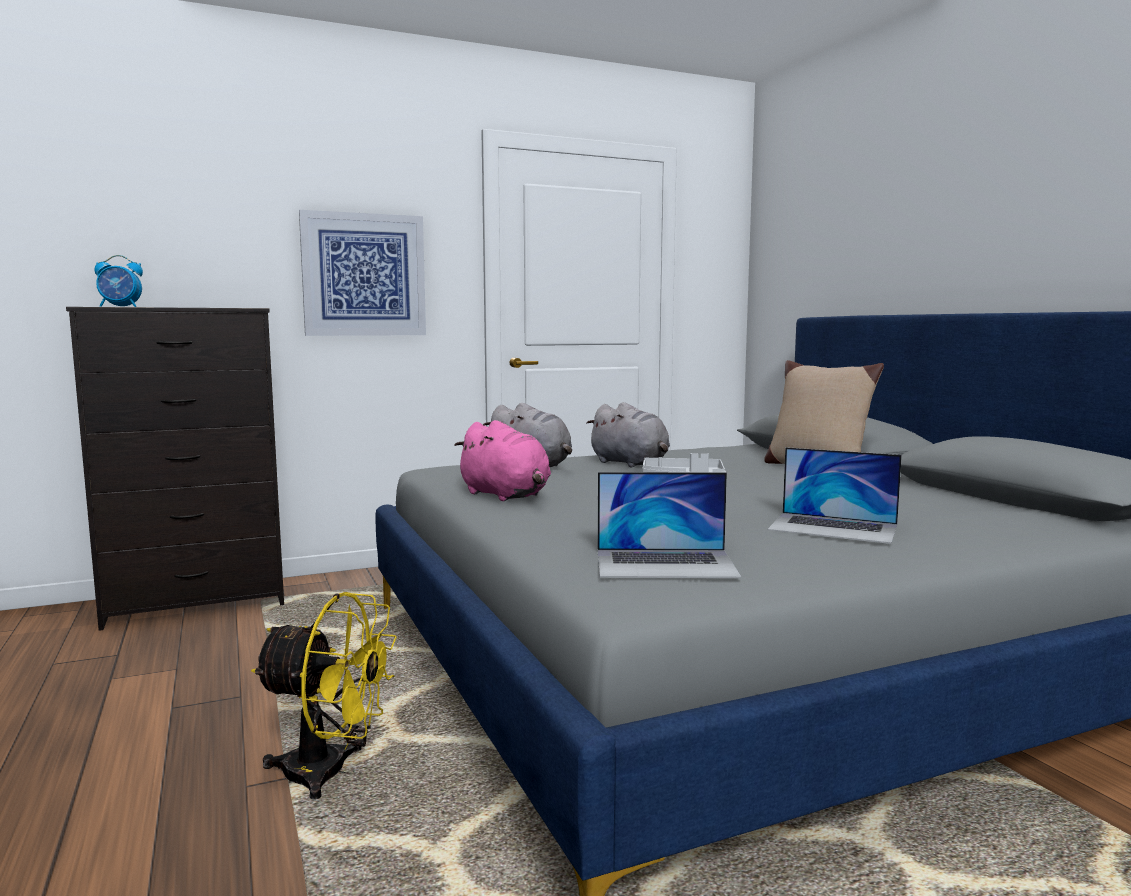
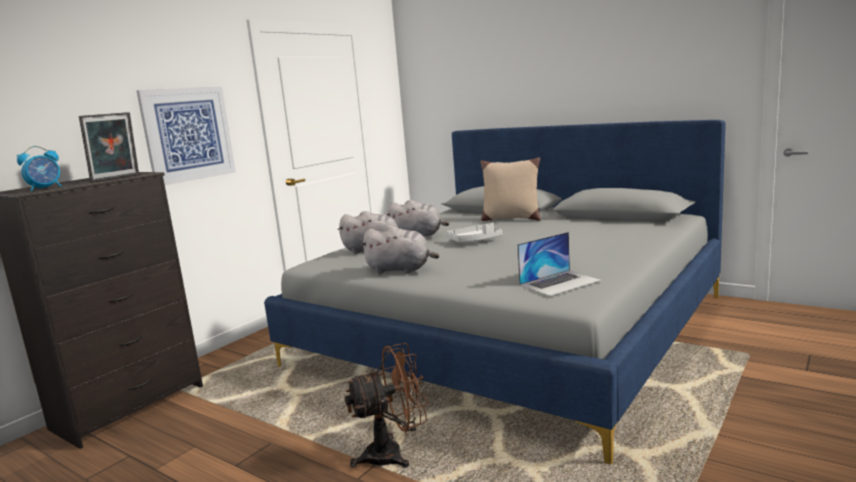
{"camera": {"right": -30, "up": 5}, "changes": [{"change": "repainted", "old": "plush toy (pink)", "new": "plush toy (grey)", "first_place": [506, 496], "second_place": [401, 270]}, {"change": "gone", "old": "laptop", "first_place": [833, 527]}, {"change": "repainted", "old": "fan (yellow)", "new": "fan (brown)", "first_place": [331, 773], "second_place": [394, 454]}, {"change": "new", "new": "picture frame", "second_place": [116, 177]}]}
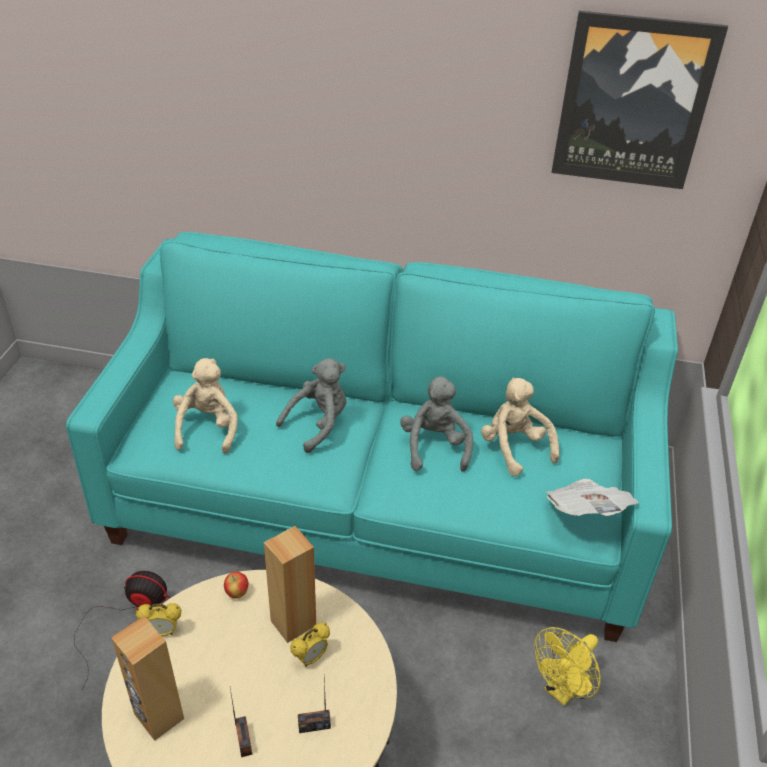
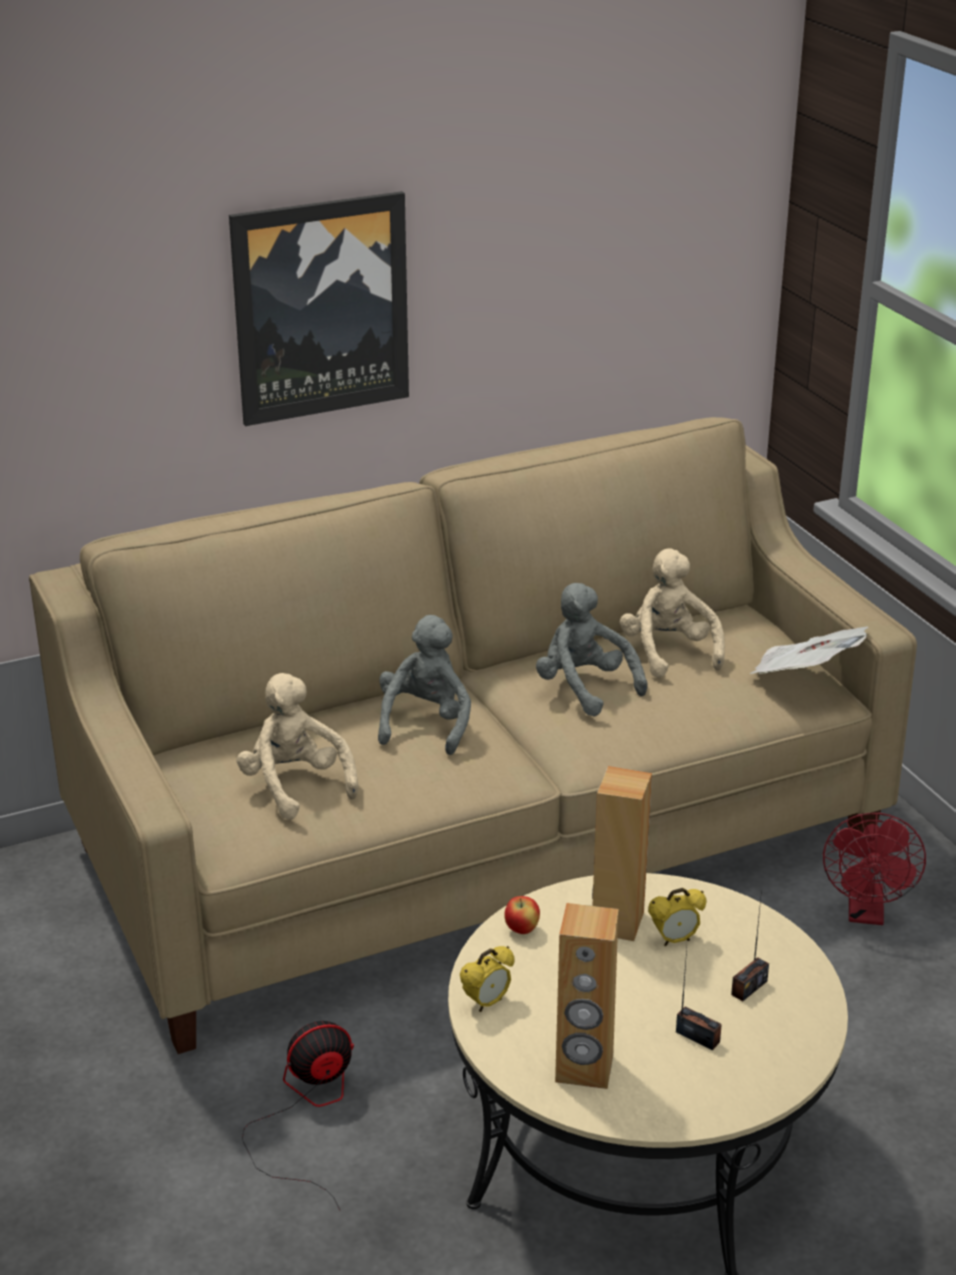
{"camera": {"right": -35, "up": -10}, "changes": [{"change": "shifted", "old": "picture", "first_place": [633, 102], "second_place": [320, 307]}, {"change": "repainted", "old": "sofa (turquoise)", "new": "sofa (beige)", "first_place": [379, 503], "second_place": [477, 844]}, {"change": "rotated", "old": "plush toy (beige)", "first_place": [514, 448], "second_place": [668, 652], "degrees": 45}, {"change": "rotated", "old": "alarm clock", "first_place": [311, 658], "second_place": [675, 940], "degrees": 60}, {"change": "repainted", "old": "fan (yellow)", "new": "fan (red)", "first_place": [562, 690], "second_place": [866, 913]}]}
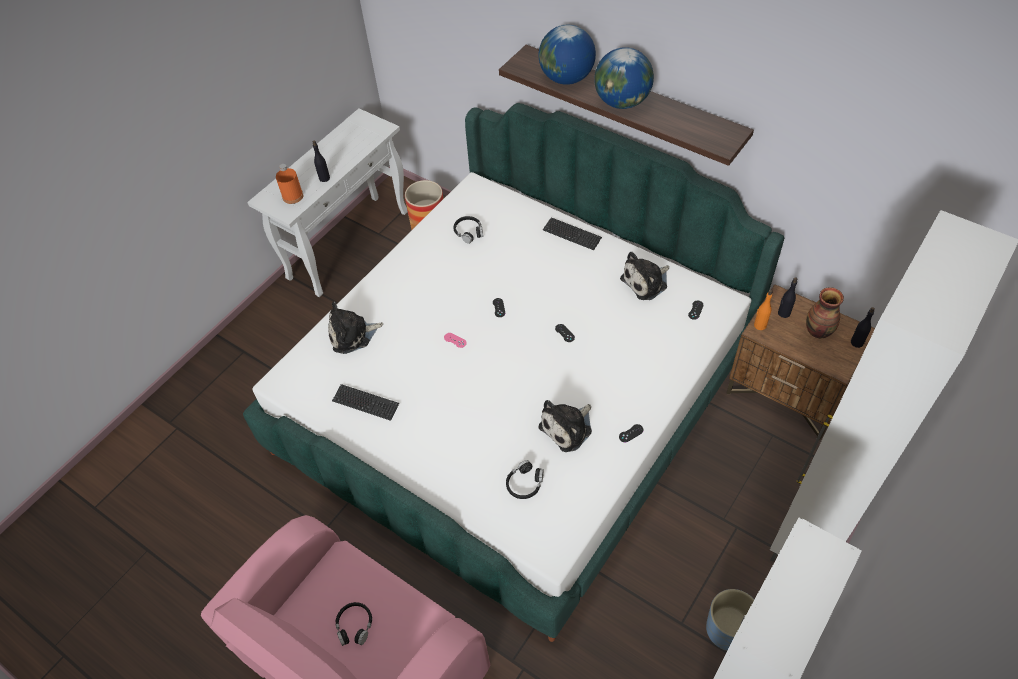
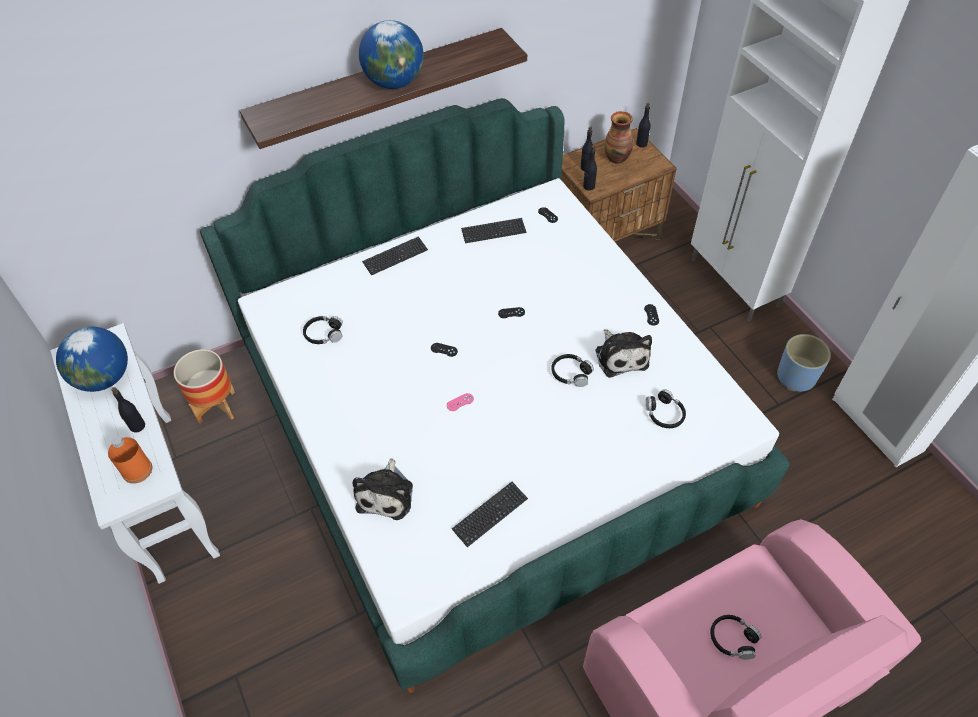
{"camera": {"right": -65, "up": 0}, "changes": [{"change": "shifted", "old": "globe", "first_place": [566, 78], "second_place": [104, 378]}, {"change": "swapped", "old": "plush toy", "new": "keyboard", "first_place": [646, 282], "second_place": [493, 231]}, {"change": "repainted", "old": "bottle (orange)", "new": "bottle (black)", "first_place": [759, 325], "second_place": [588, 186]}, {"change": "new", "new": "headphones (black)", "second_place": [571, 373]}]}
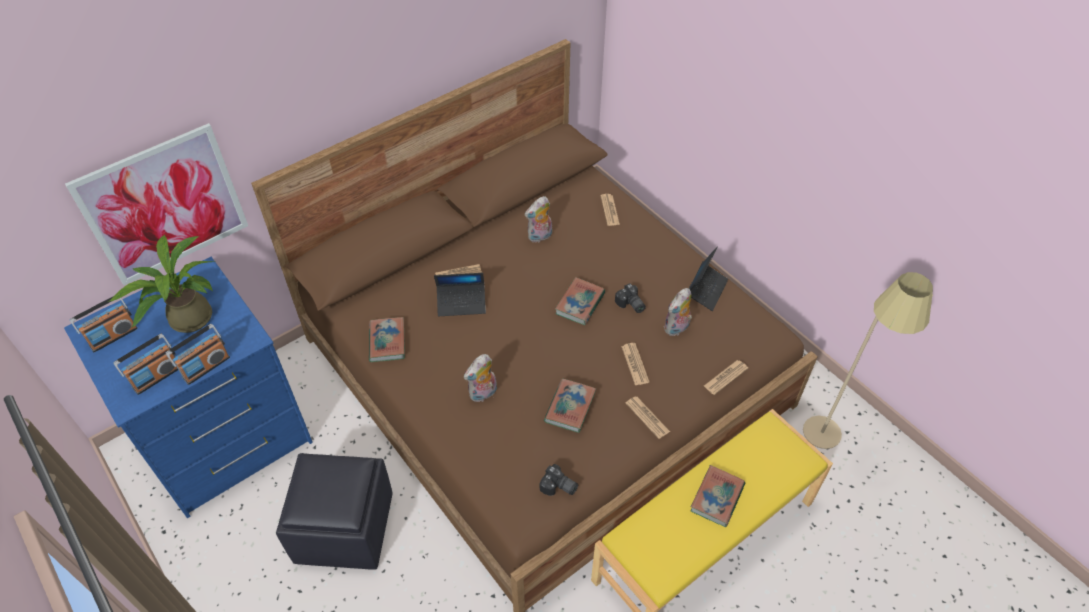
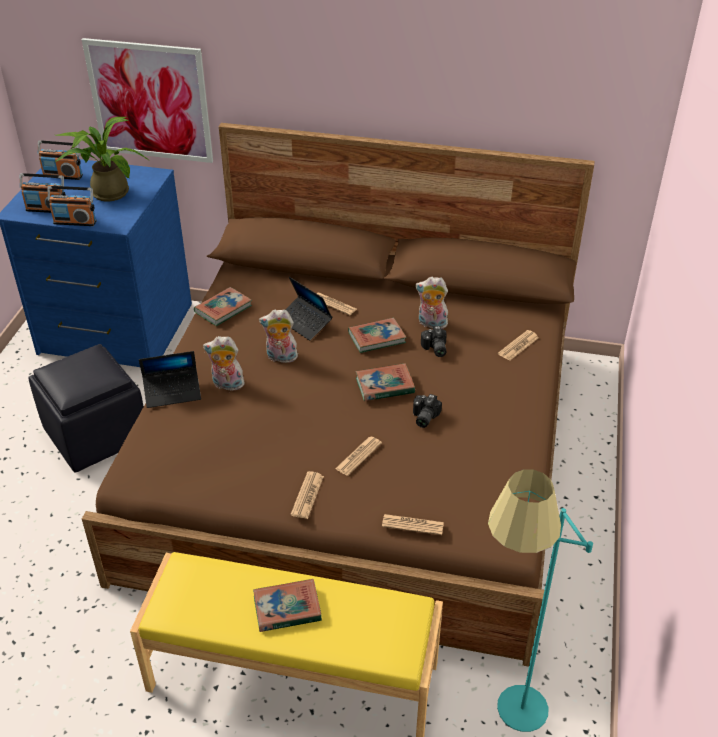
{"camera": {"right": 50, "up": -10}, "changes": [{"change": "shifted", "old": "laptop", "first_place": [706, 289], "second_place": [172, 392]}, {"change": "repainted", "old": "floor lamp (beige)", "new": "floor lamp (turquoise)", "first_place": [825, 447], "second_place": [506, 722]}, {"change": "shifted", "old": "plush toy", "first_place": [677, 328], "second_place": [280, 358]}, {"change": "shifted", "old": "book", "first_place": [570, 407], "second_place": [377, 338]}, {"change": "shifted", "old": "photo camera", "first_place": [558, 487], "second_place": [434, 349]}]}
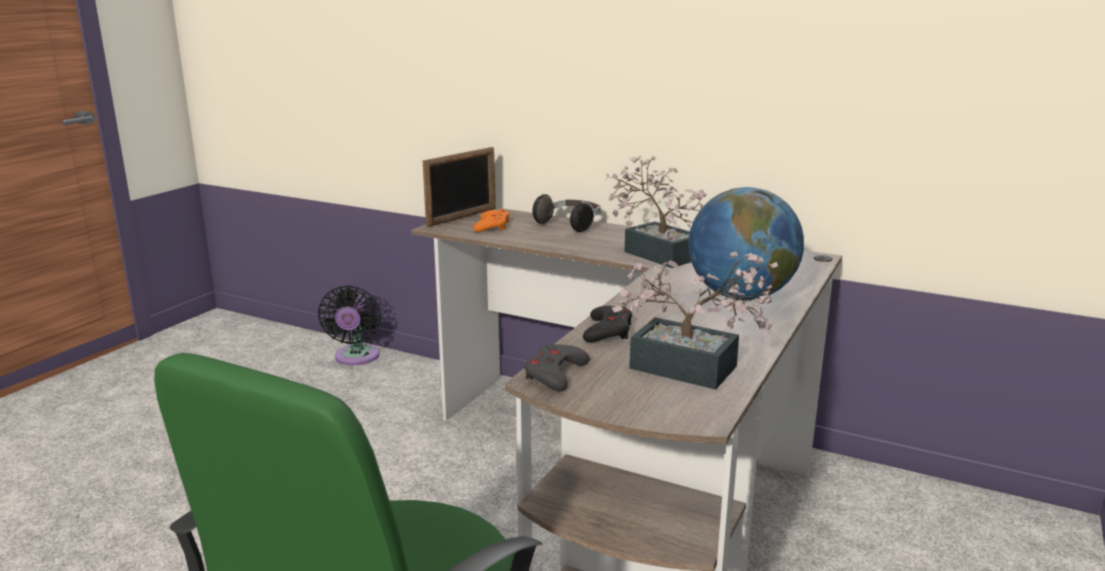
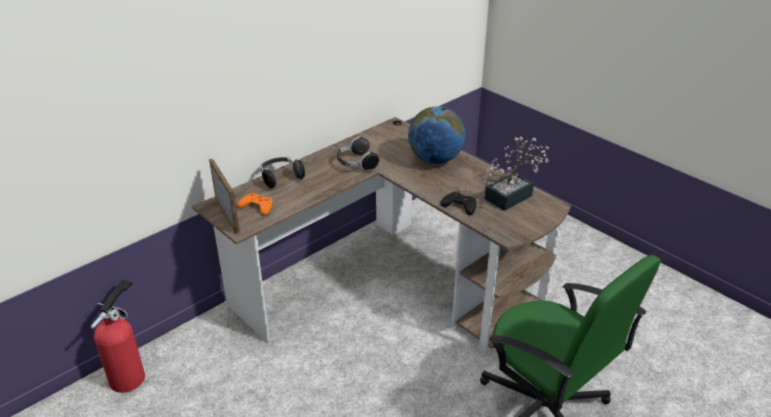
{"camera": {"right": -70, "up": 15}, "changes": [{"change": "swapped", "old": "potted plant", "new": "headphones", "first_place": [656, 253], "second_place": [356, 164]}, {"change": "swapped", "old": "fan (black)", "new": "fire extinguisher", "first_place": [356, 358], "second_place": [129, 376]}, {"change": "gone", "old": "game controller (grey)", "first_place": [555, 373]}]}
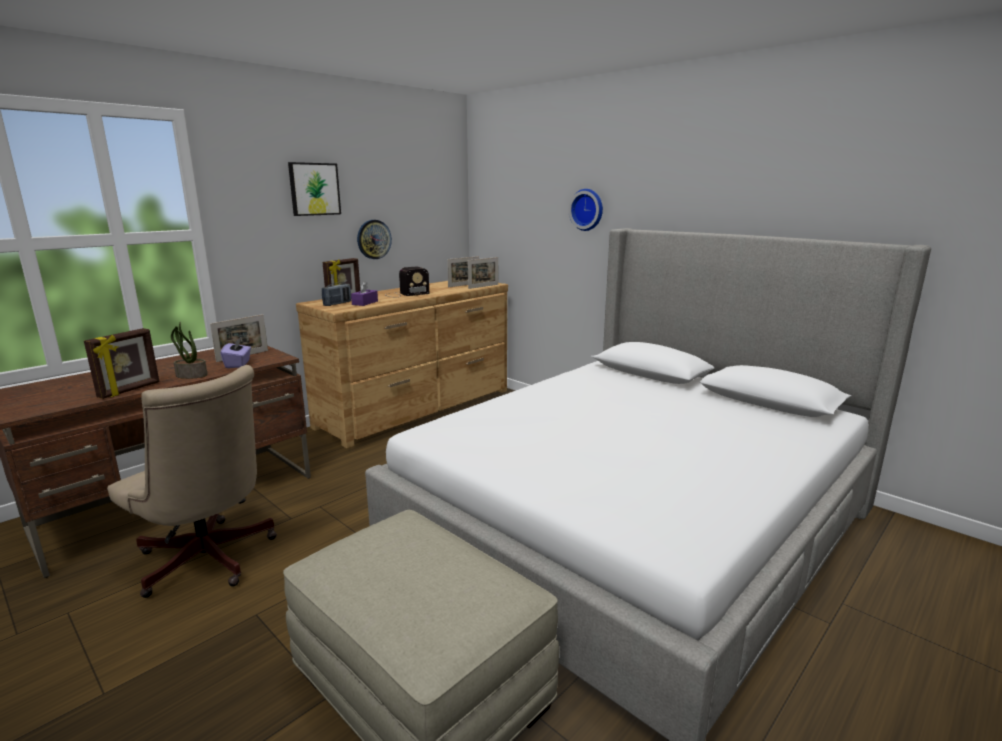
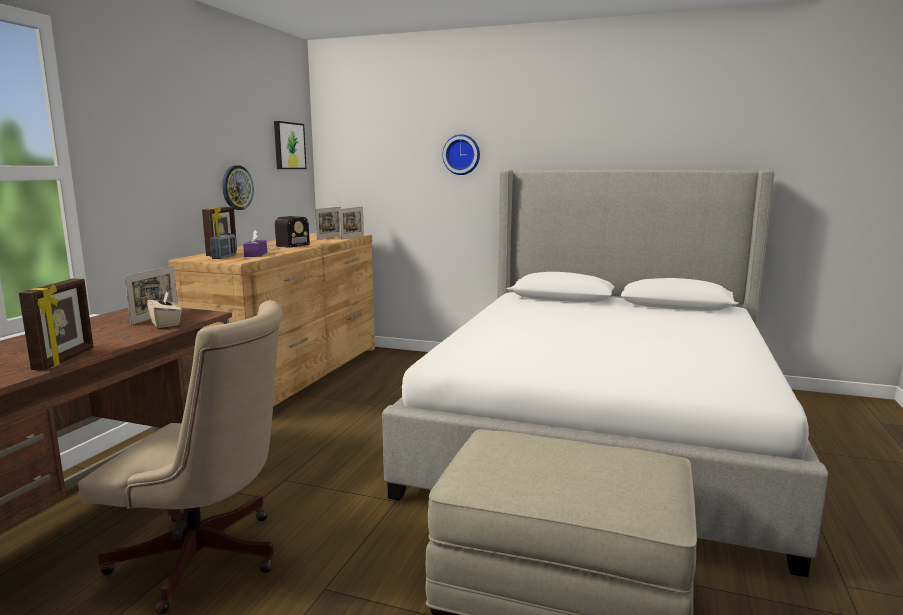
{"camera": {"right": -25, "up": -5}, "changes": [{"change": "shifted", "old": "picture", "first_place": [314, 189], "second_place": [288, 146]}, {"change": "gone", "old": "potted plant", "first_place": [191, 375]}, {"change": "repainted", "old": "tissue box (purple)", "new": "tissue box (beige)", "first_place": [238, 364], "second_place": [166, 323]}]}
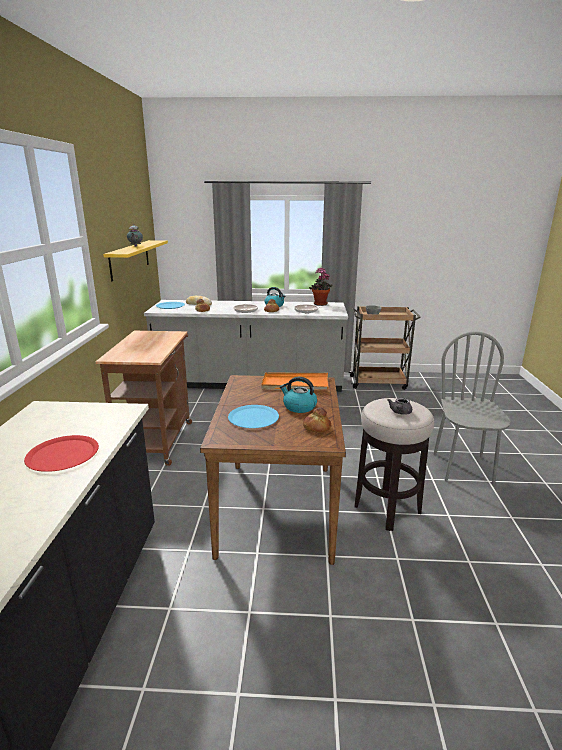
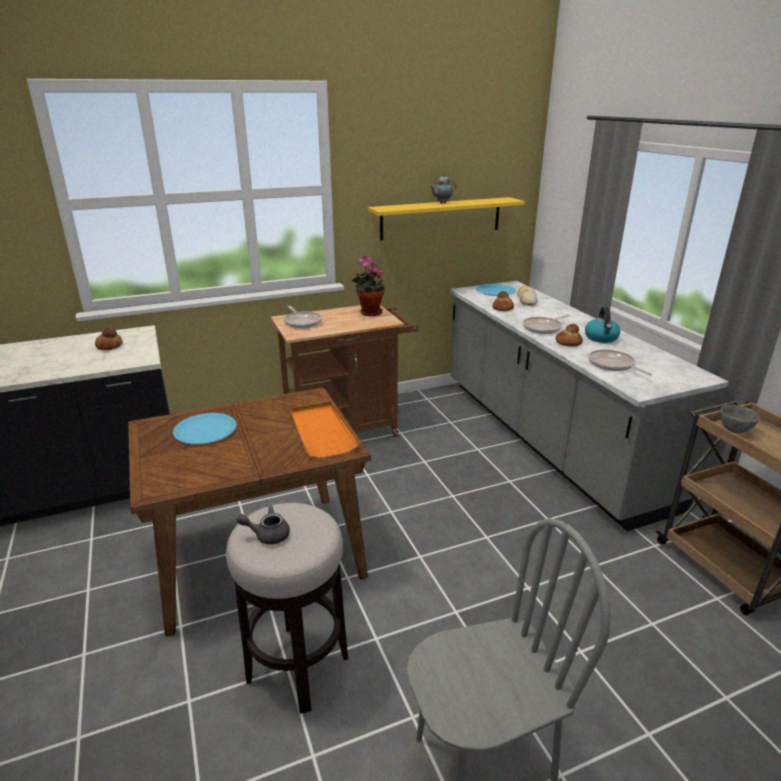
{"camera": {"right": 65, "up": 5}, "changes": [{"change": "shifted", "old": "potted plant", "first_place": [320, 304], "second_place": [369, 313]}, {"change": "gone", "old": "kettle", "first_place": [299, 407]}, {"change": "shifted", "old": "bread", "first_place": [316, 427], "second_place": [109, 346]}, {"change": "gone", "old": "plate (red)", "first_place": [63, 454]}, {"change": "new", "new": "frying pan", "second_place": [302, 322]}]}
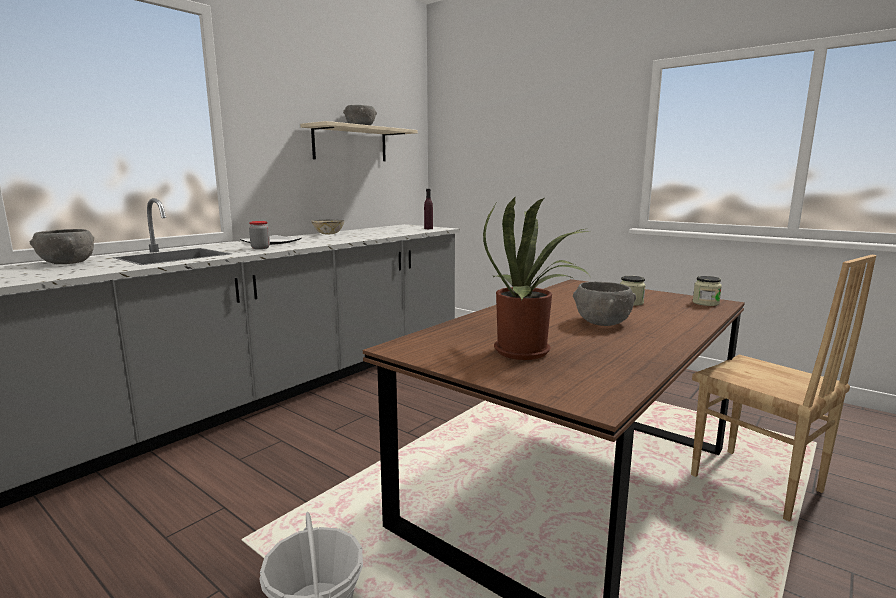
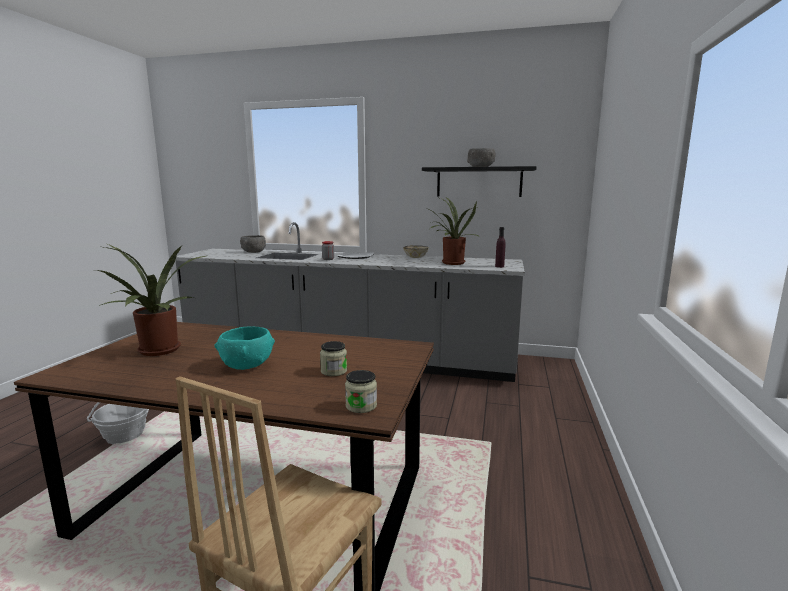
{"camera": {"right": 65, "up": 0}, "changes": [{"change": "repainted", "old": "shelf (beige)", "new": "shelf (black)", "first_place": [350, 144], "second_place": [479, 182]}, {"change": "repainted", "old": "bowl (grey)", "new": "bowl (turquoise)", "first_place": [602, 322], "second_place": [247, 365]}, {"change": "new", "new": "potted plant", "second_place": [451, 263]}]}
